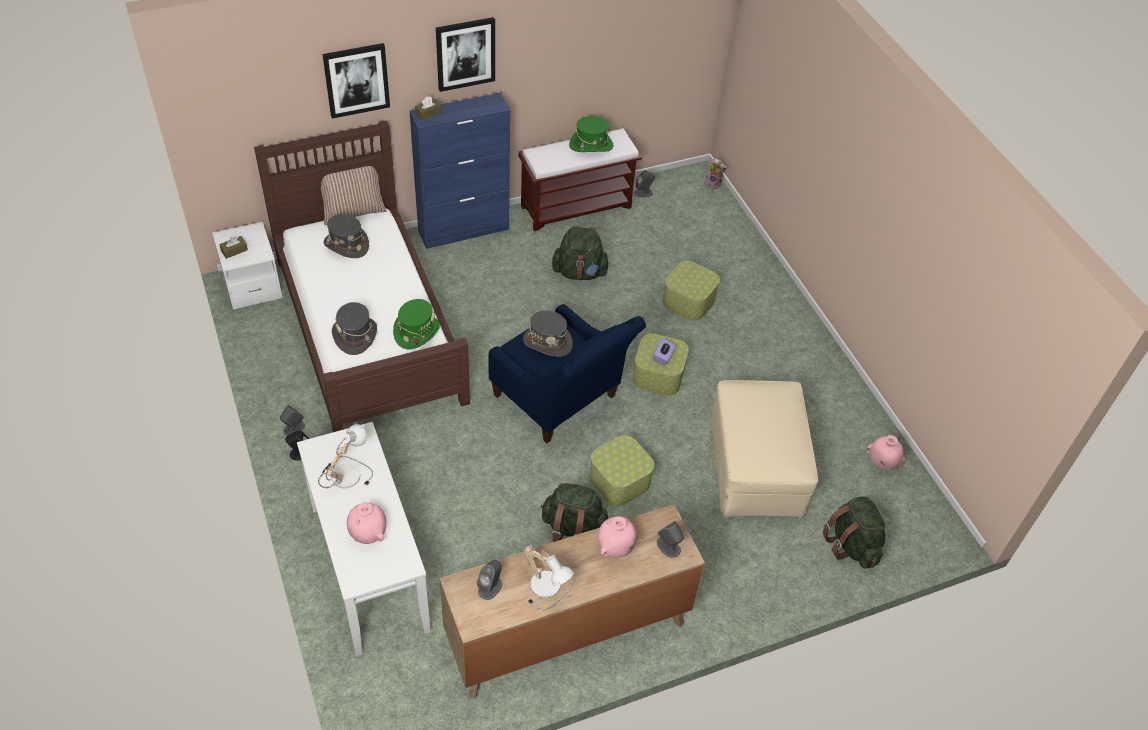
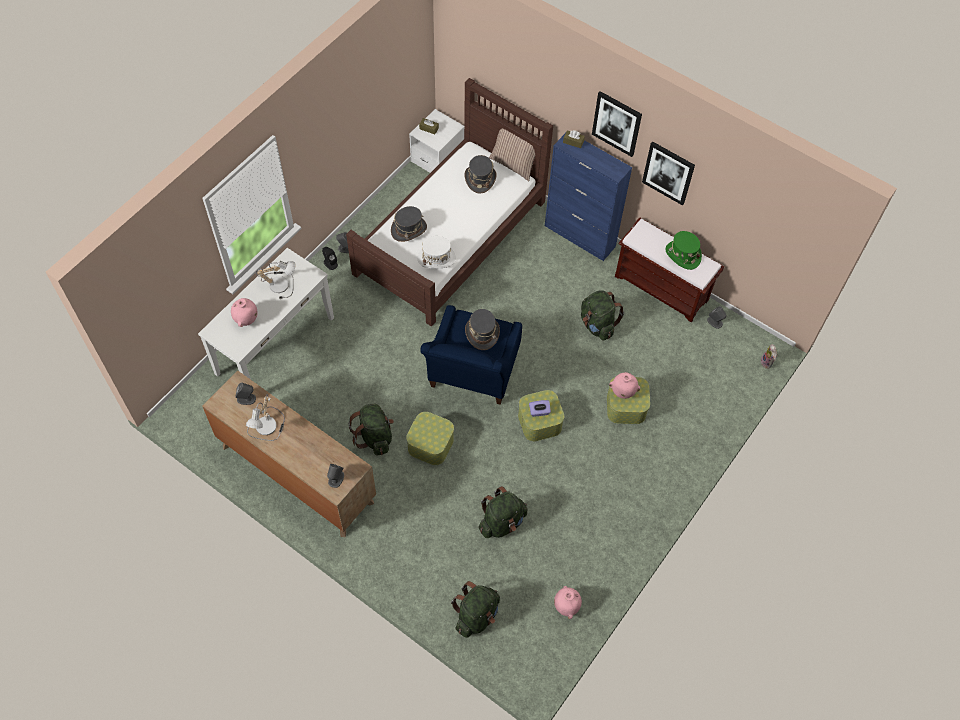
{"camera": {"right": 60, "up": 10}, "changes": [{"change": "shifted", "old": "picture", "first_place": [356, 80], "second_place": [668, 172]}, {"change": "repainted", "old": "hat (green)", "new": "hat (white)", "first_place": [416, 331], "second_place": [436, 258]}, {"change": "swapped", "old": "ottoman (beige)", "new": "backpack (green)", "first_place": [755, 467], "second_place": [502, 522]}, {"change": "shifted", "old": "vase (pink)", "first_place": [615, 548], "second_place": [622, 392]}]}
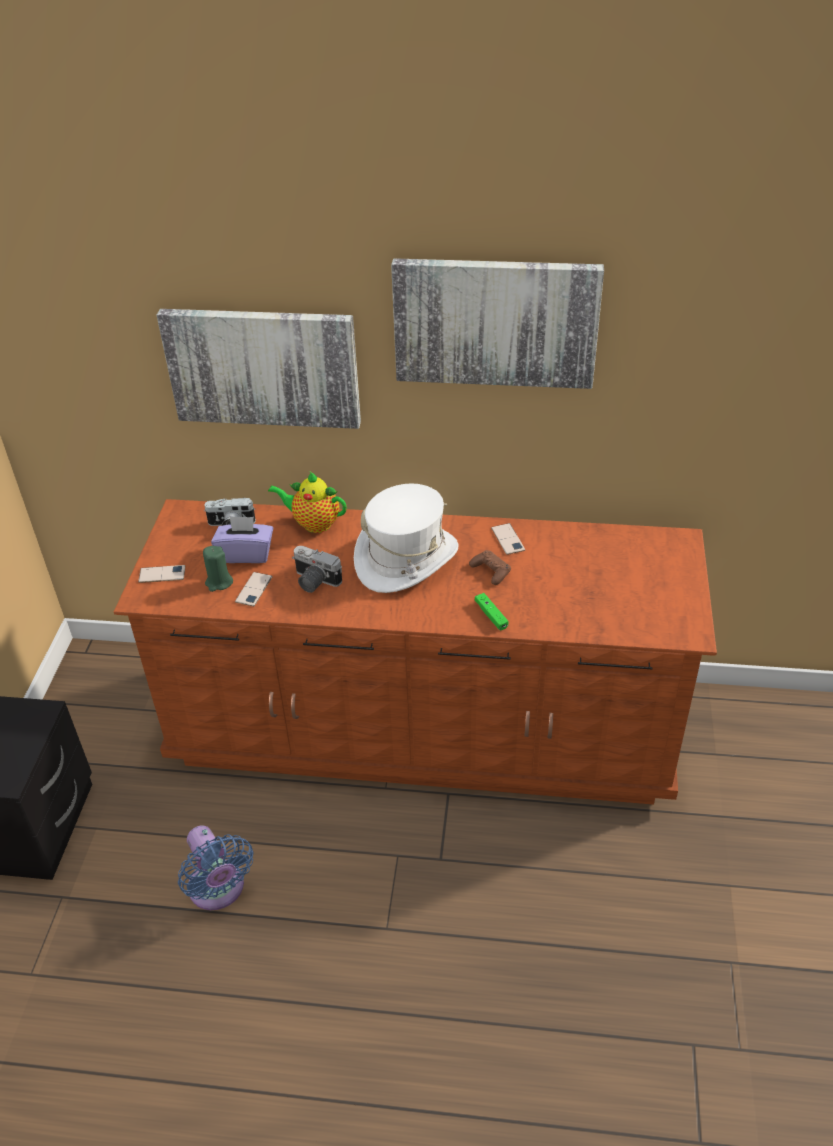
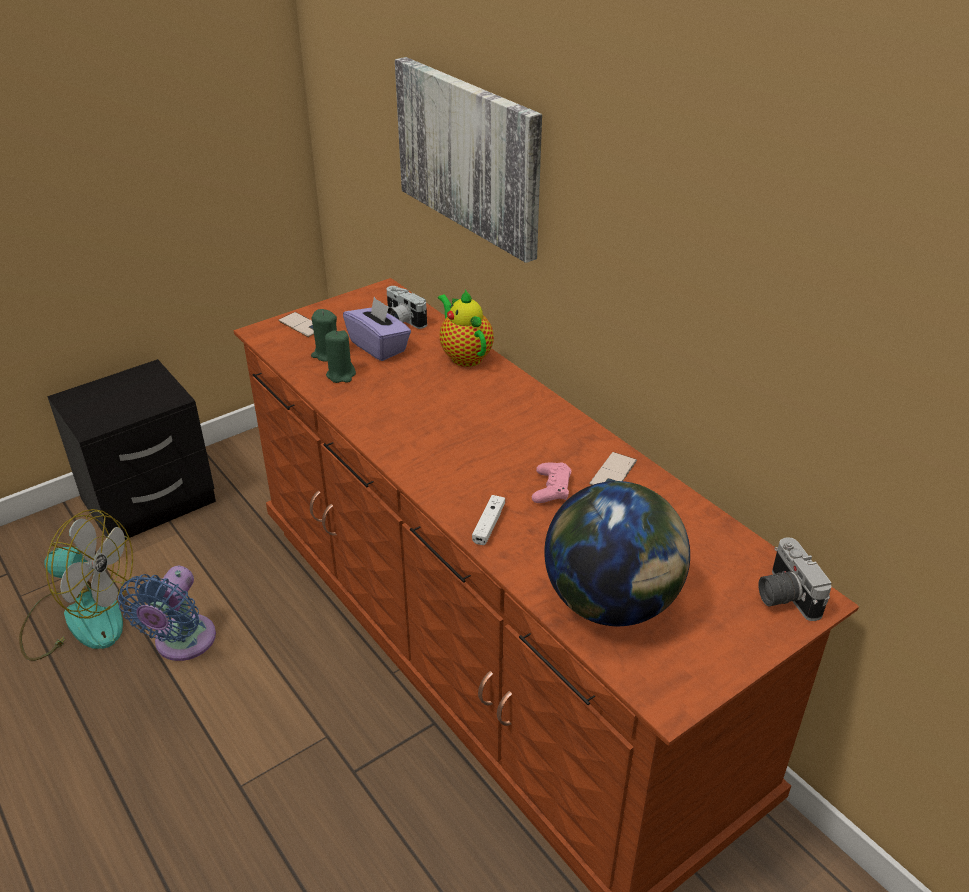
{"camera": {"right": 45, "up": -5}, "changes": [{"change": "gone", "old": "picture", "first_place": [495, 322]}, {"change": "gone", "old": "hat (white)", "first_place": [406, 559]}, {"change": "shifted", "old": "photo camera", "first_place": [313, 582], "second_place": [783, 595]}, {"change": "repainted", "old": "game controller (brown)", "new": "game controller (pink)", "first_place": [491, 571], "second_place": [551, 488]}, {"change": "swapped", "old": "phone", "new": "candle (green)", "first_place": [254, 589], "second_place": [341, 375]}, {"change": "repainted", "old": "game controller (green)", "new": "game controller (white)", "first_place": [491, 615], "second_place": [488, 525]}, {"change": "new", "new": "globe", "second_place": [612, 603]}, {"change": "new", "new": "fan", "second_place": [80, 618]}]}
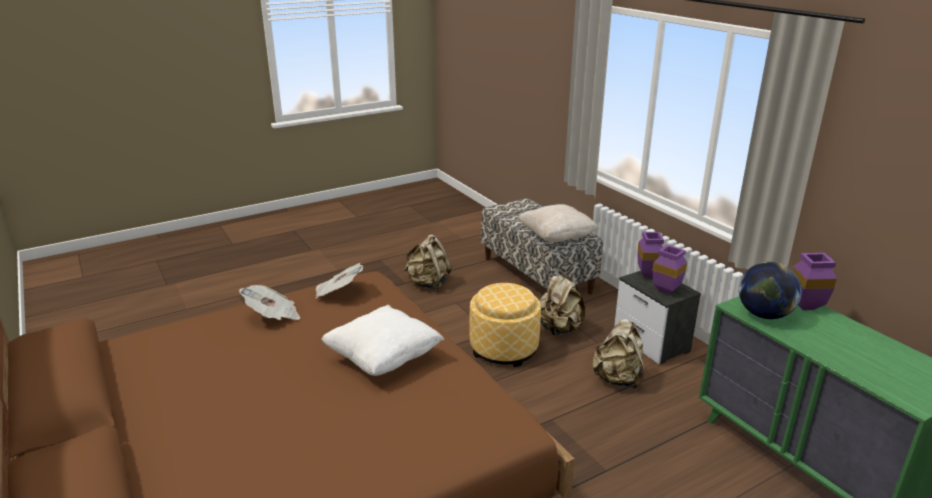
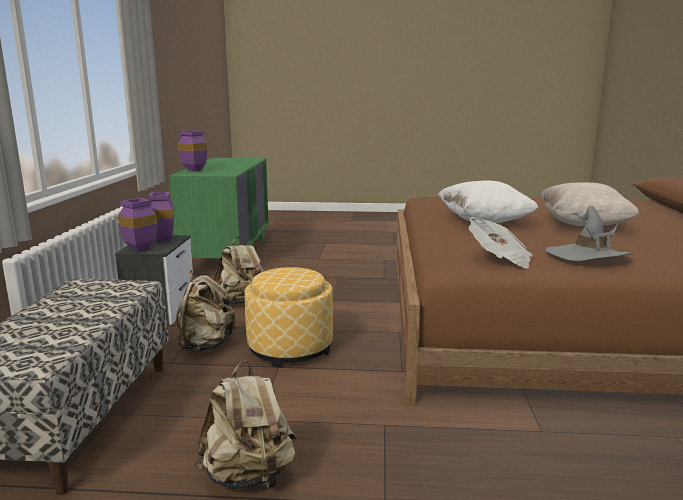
{"camera": {"right": -145, "up": -10}, "changes": [{"change": "shifted", "old": "pillow (beige)", "first_place": [556, 237], "second_place": [583, 224]}, {"change": "gone", "old": "globe", "first_place": [764, 315]}, {"change": "swapped", "old": "newspaper", "new": "hat (grey)", "first_place": [273, 316], "second_place": [587, 256]}]}
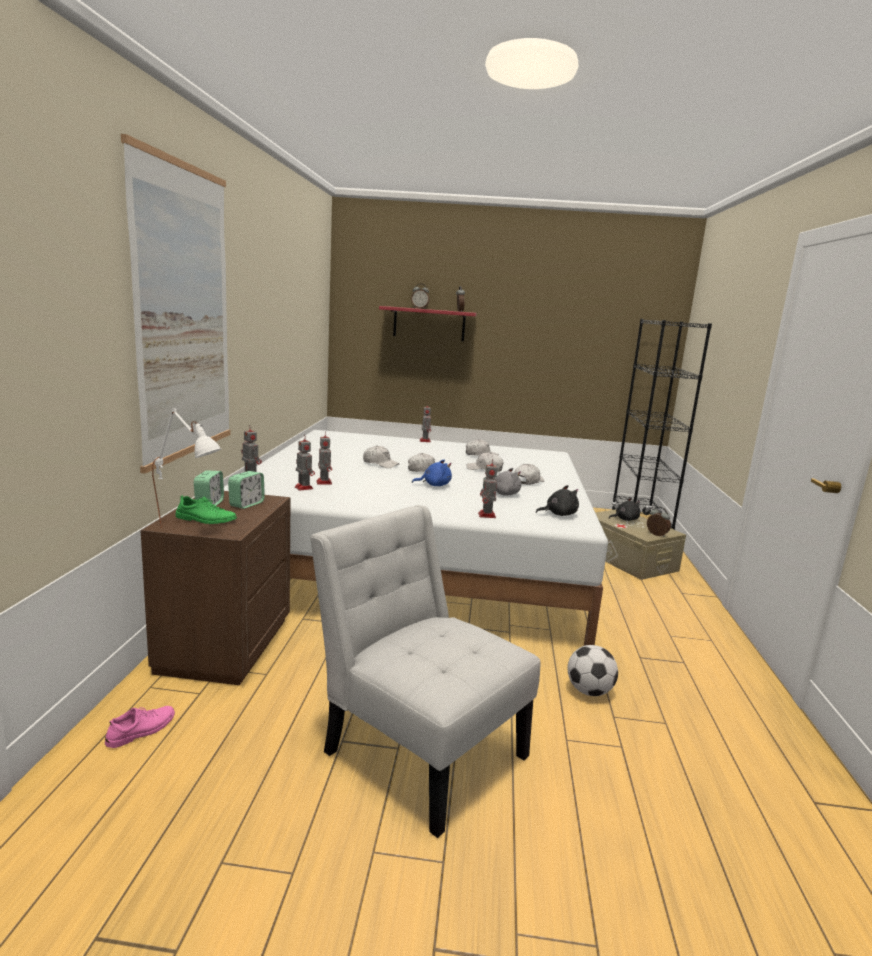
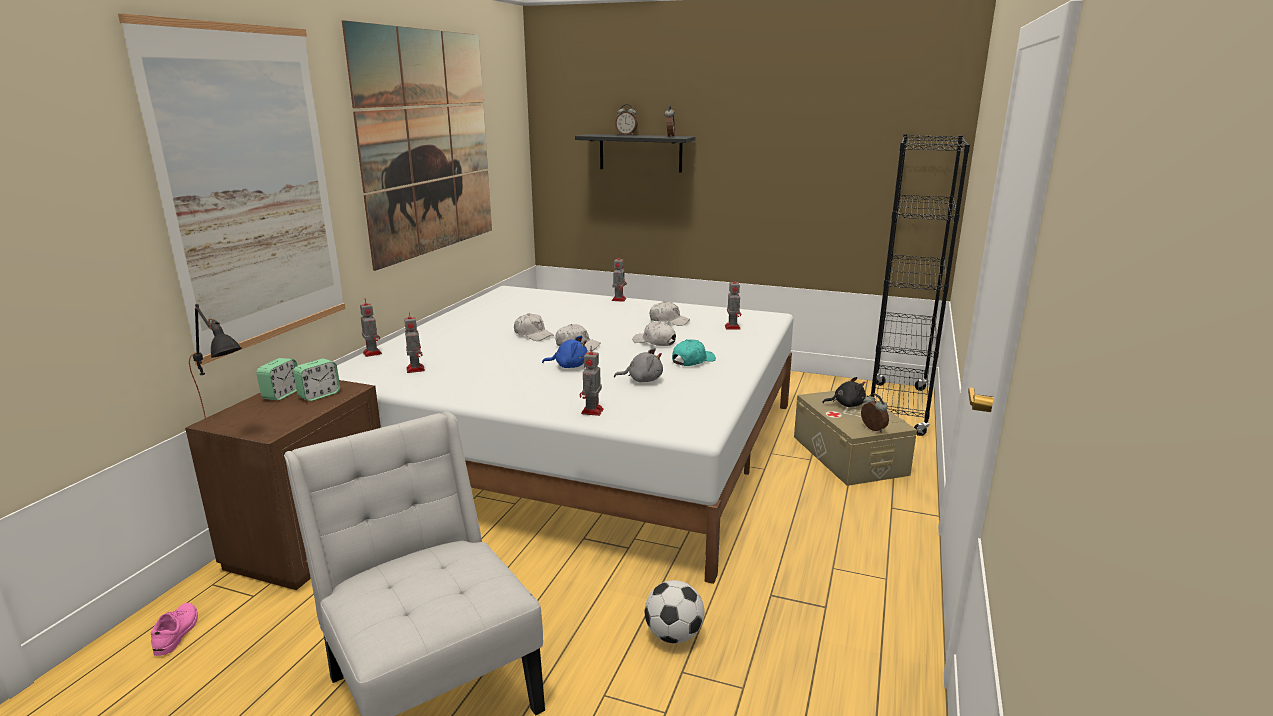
{"camera": {"right": 15, "up": 5}, "changes": [{"change": "repainted", "old": "shelf (red)", "new": "shelf (black)", "first_place": [429, 324], "second_place": [640, 153]}, {"change": "repainted", "old": "table lamp (white)", "new": "table lamp (black)", "first_place": [189, 530], "second_place": [230, 429]}, {"change": "shifted", "old": "toy robot", "first_place": [324, 482], "second_place": [732, 327]}, {"change": "repainted", "old": "cap (white)", "new": "cap (turquoise)", "first_place": [528, 481], "second_place": [693, 361]}, {"change": "gone", "old": "plush toy (black)", "first_place": [558, 514]}, {"change": "gone", "old": "shoe (green)", "first_place": [205, 519]}, {"change": "rotated", "old": "shoe (pink)", "first_place": [141, 730], "second_place": [177, 632], "degrees": -60}, {"change": "new", "new": "picture", "second_place": [428, 143]}]}
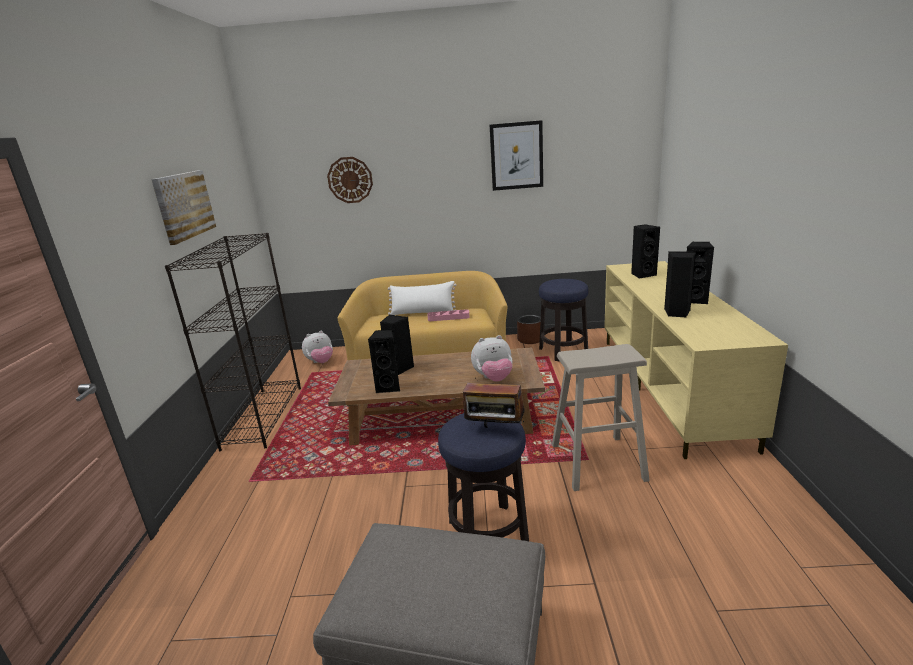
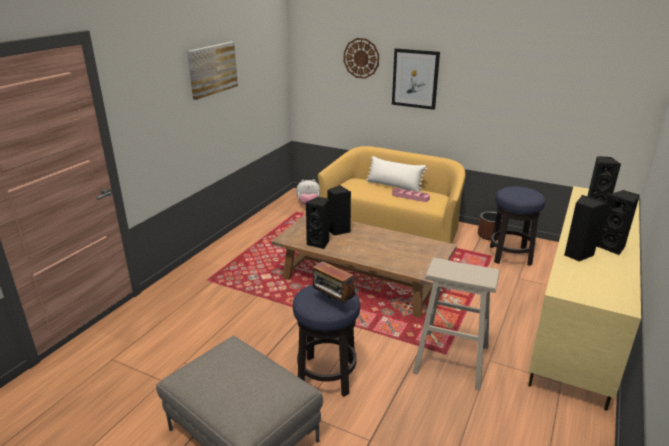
{"camera": {"right": 25, "up": 5}, "changes": [{"change": "shifted", "old": "picture", "first_place": [516, 156], "second_place": [415, 78]}, {"change": "gone", "old": "bookcase (black)", "first_place": [263, 416]}, {"change": "gone", "old": "plush toy", "first_place": [493, 378]}]}
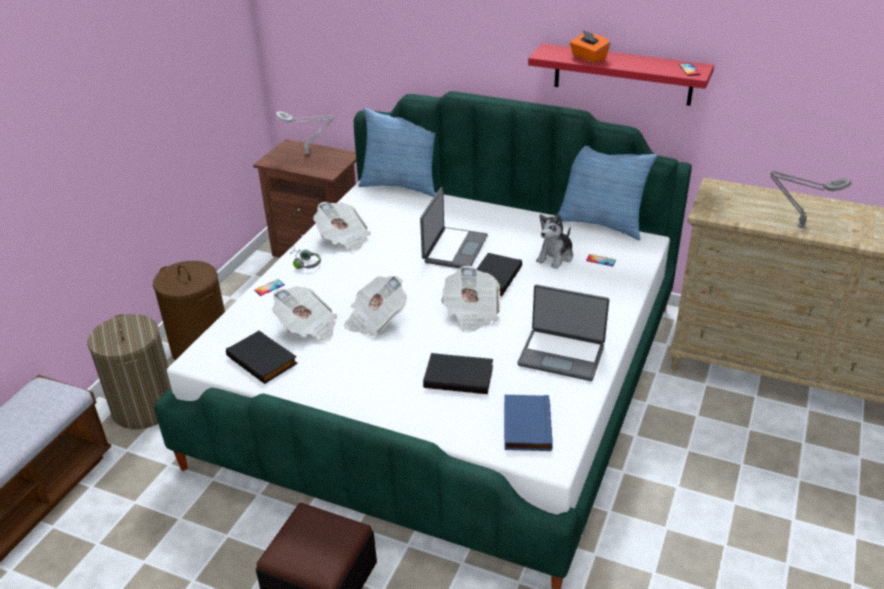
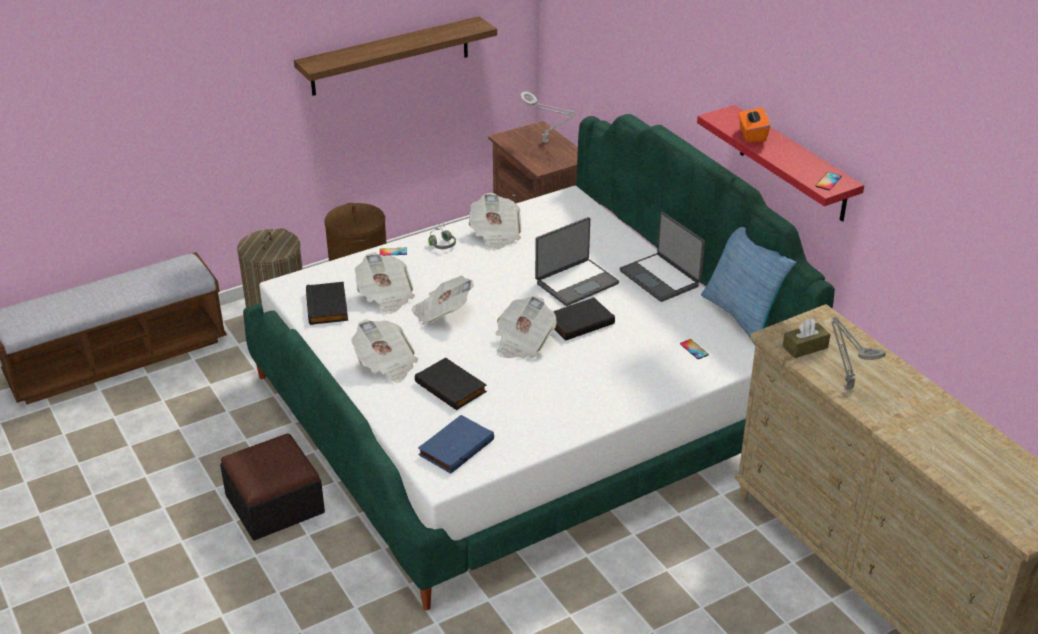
{"camera": {"right": 35, "up": 0}, "changes": [{"change": "gone", "old": "pillow", "first_place": [401, 185]}, {"change": "gone", "old": "plush toy", "first_place": [555, 257]}, {"change": "shifted", "old": "laptop", "first_place": [561, 355], "second_place": [661, 278]}, {"change": "new", "new": "shelf", "second_place": [390, 56]}, {"change": "new", "new": "tissue box (brown)", "second_place": [805, 347]}, {"change": "new", "new": "newspaper", "second_place": [386, 364]}]}
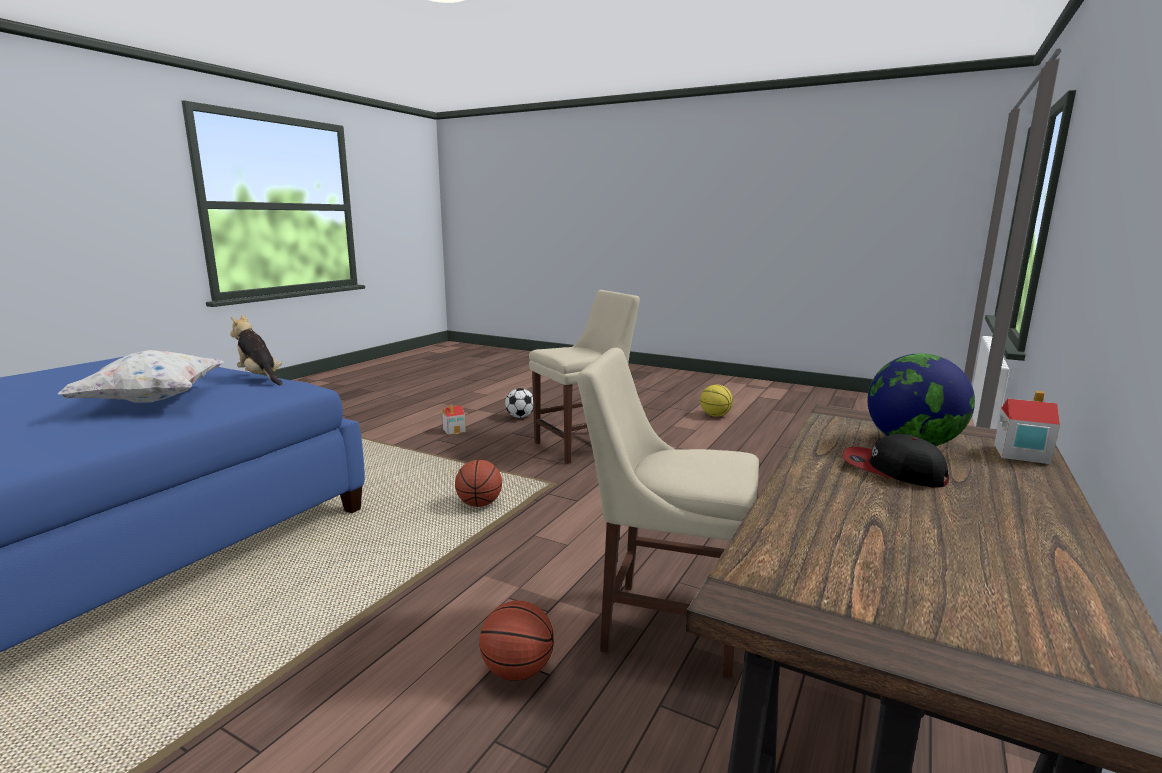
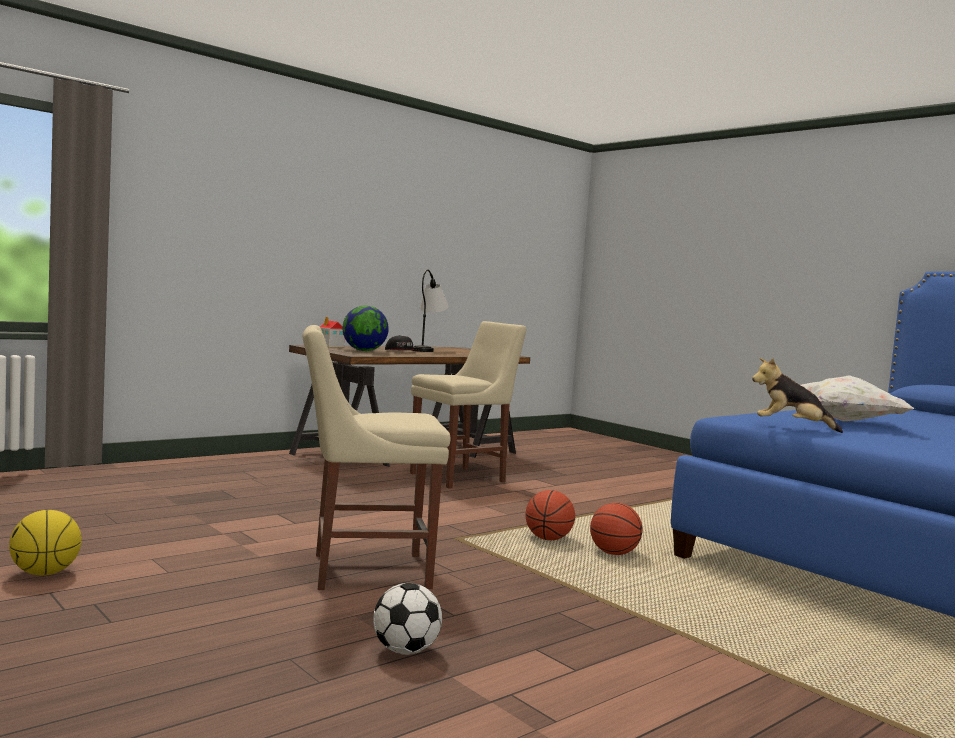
{"camera": {"right": -160, "up": -10}, "changes": [{"change": "rotated", "old": "plush toy", "first_place": [260, 378], "second_place": [791, 427], "degrees": 135}, {"change": "rotated", "old": "chair (beige)", "first_place": [664, 624], "second_place": [462, 477], "degrees": -75}, {"change": "gone", "old": "toy house", "first_place": [454, 430]}, {"change": "shifted", "old": "basketball", "first_place": [517, 671], "second_place": [614, 553]}, {"change": "new", "new": "table lamp", "second_place": [428, 350]}]}
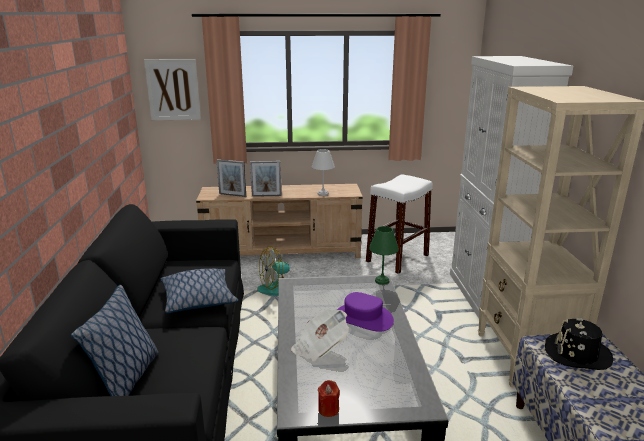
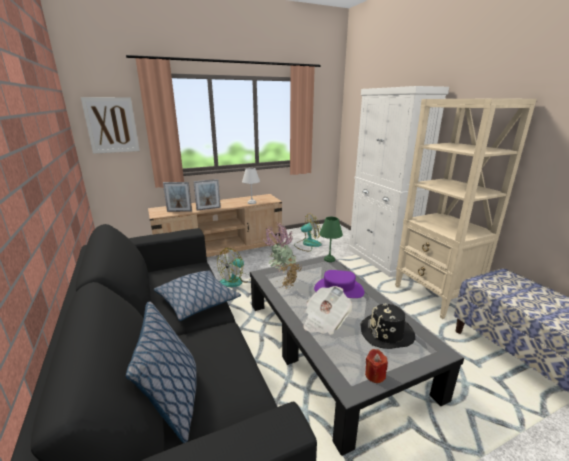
{"camera": {"right": -20, "up": 0}, "changes": [{"change": "swapped", "old": "stool (white)", "new": "fan", "first_place": [397, 258], "second_place": [307, 244]}, {"change": "shifted", "old": "hat (black)", "first_place": [577, 354], "second_place": [387, 333]}, {"change": "new", "new": "potted plant", "second_place": [282, 282]}]}
